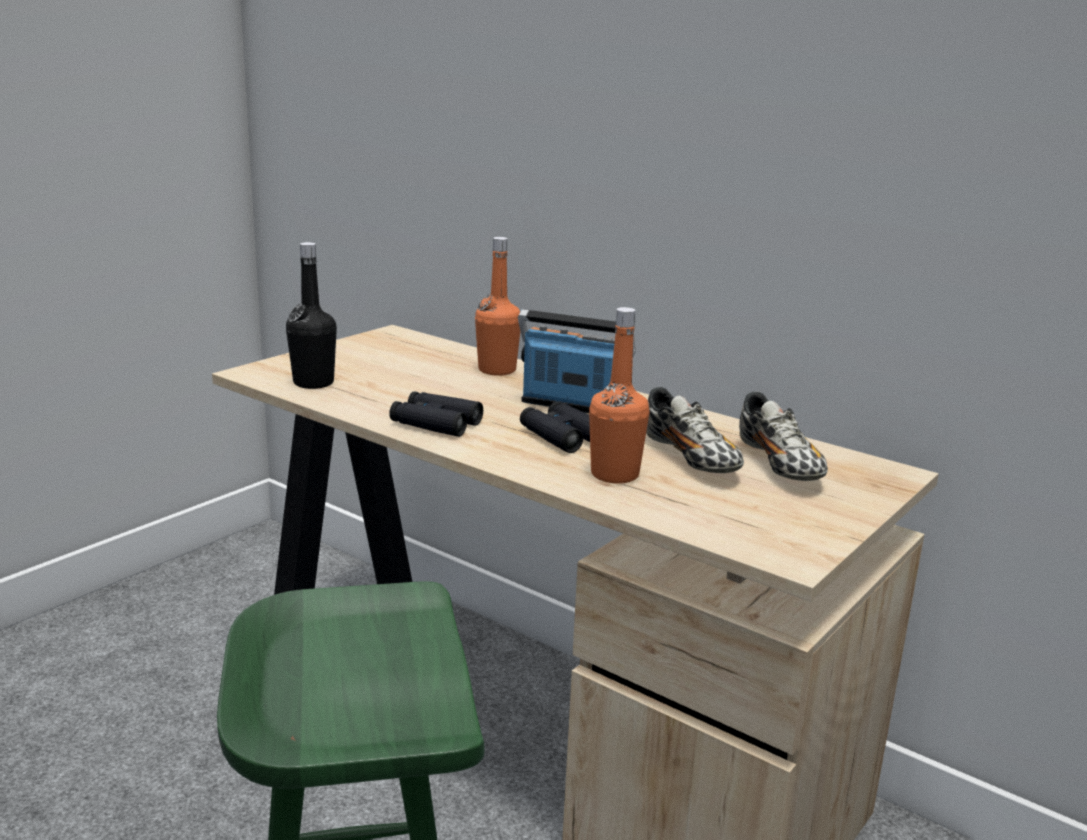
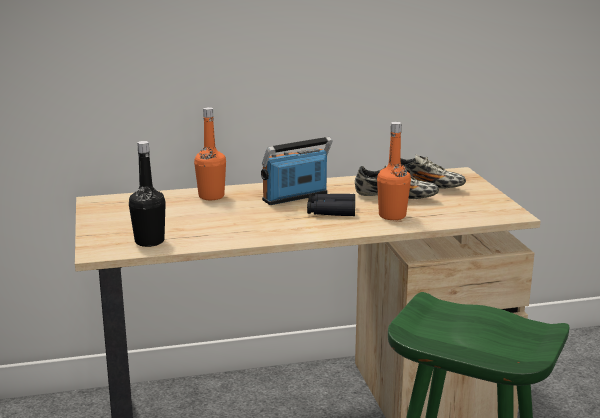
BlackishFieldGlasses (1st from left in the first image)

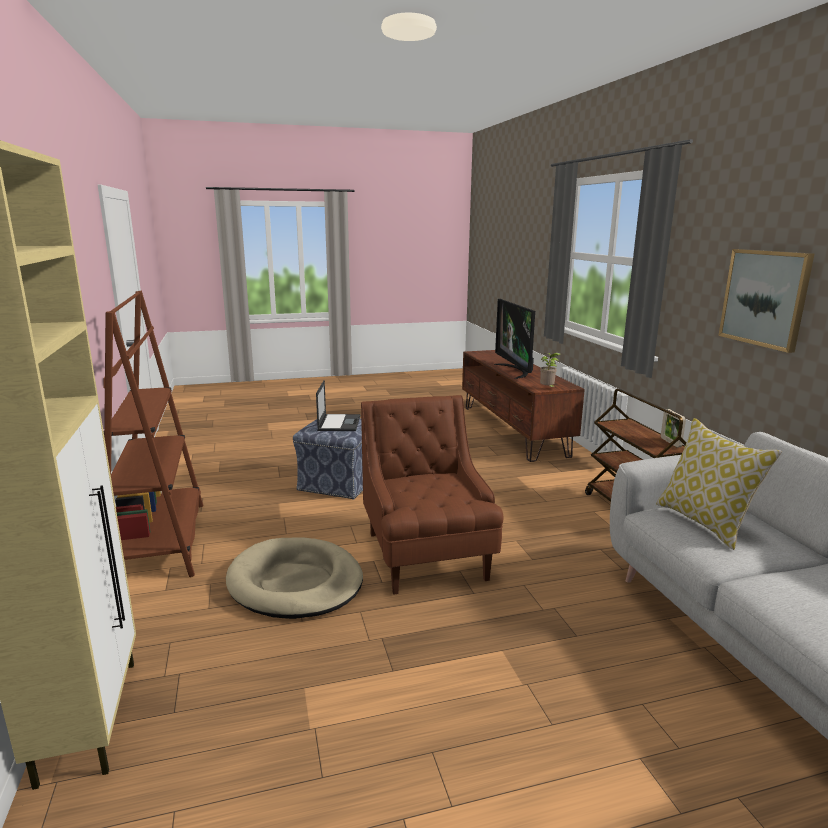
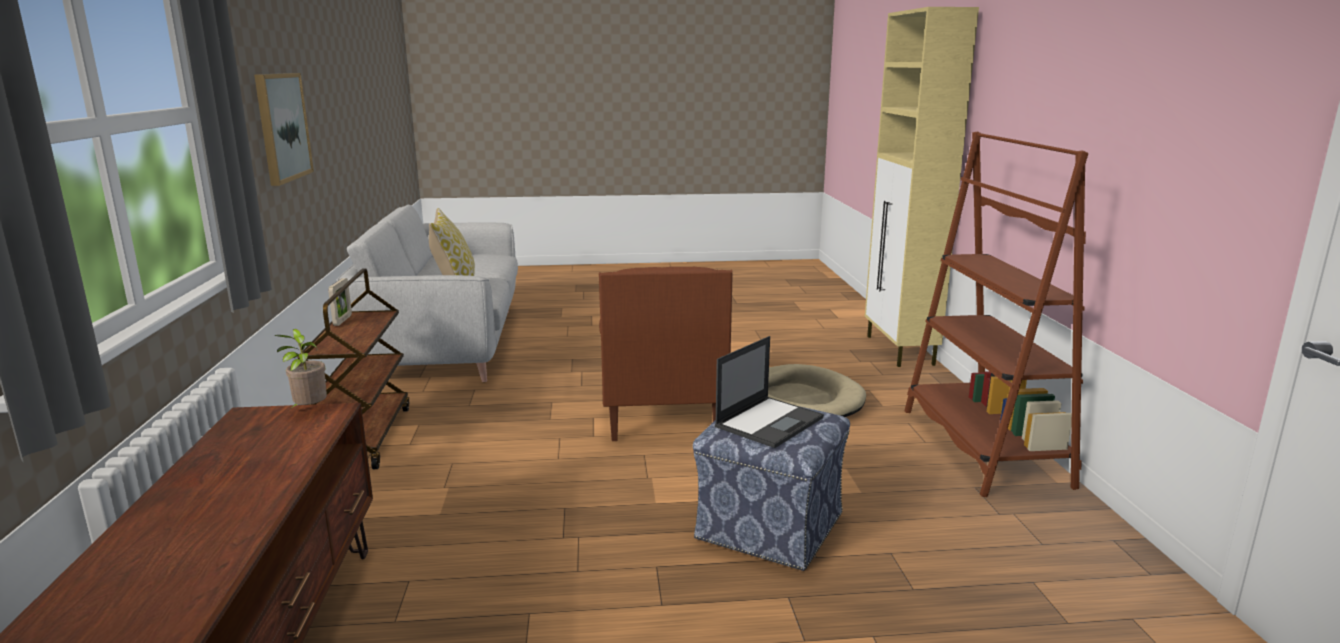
Television; PortableComputer

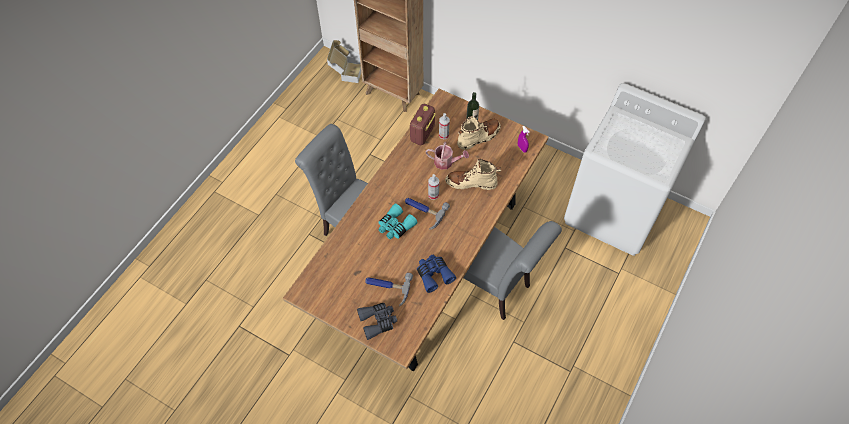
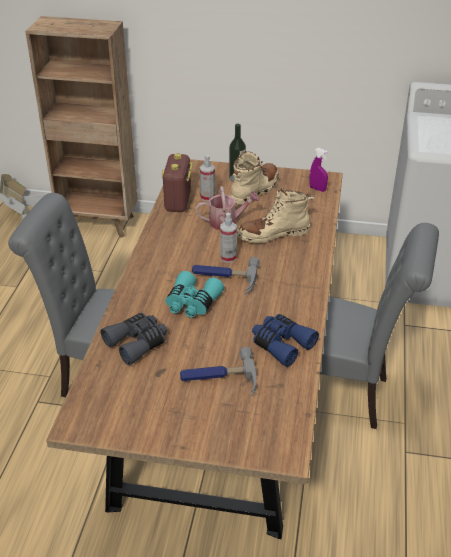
GreyishFieldGlasses

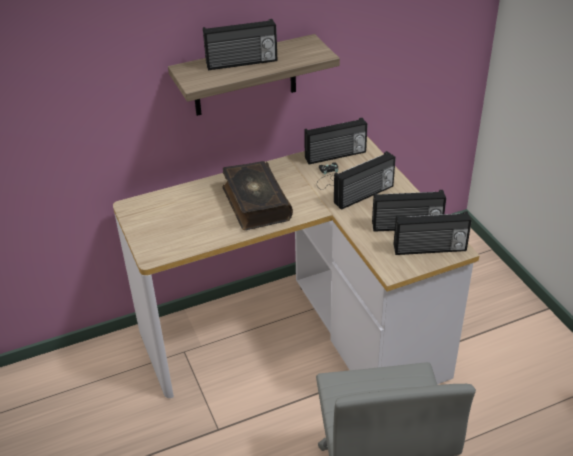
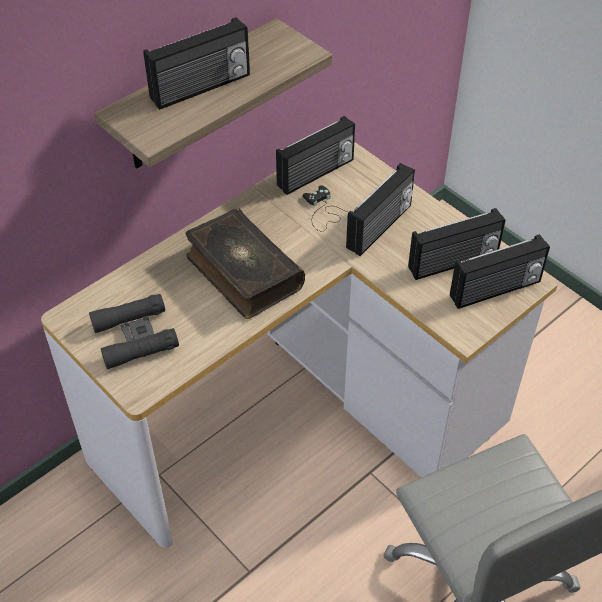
BlackishFieldGlasses

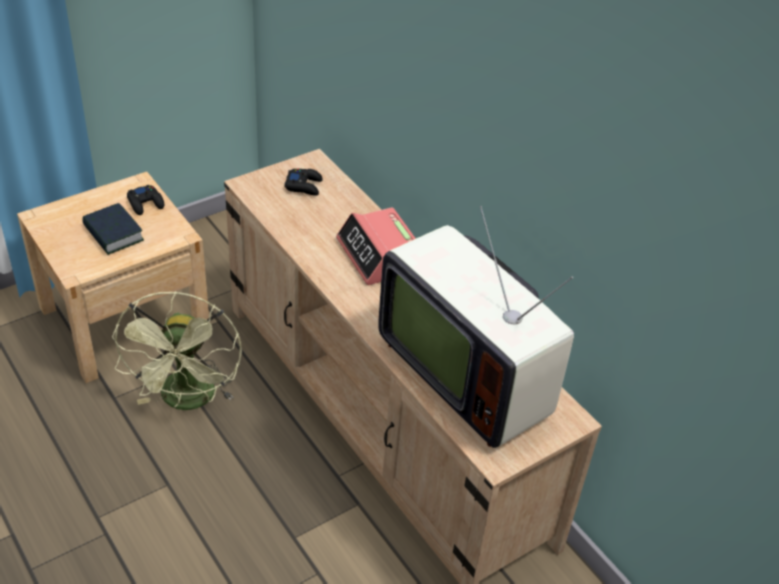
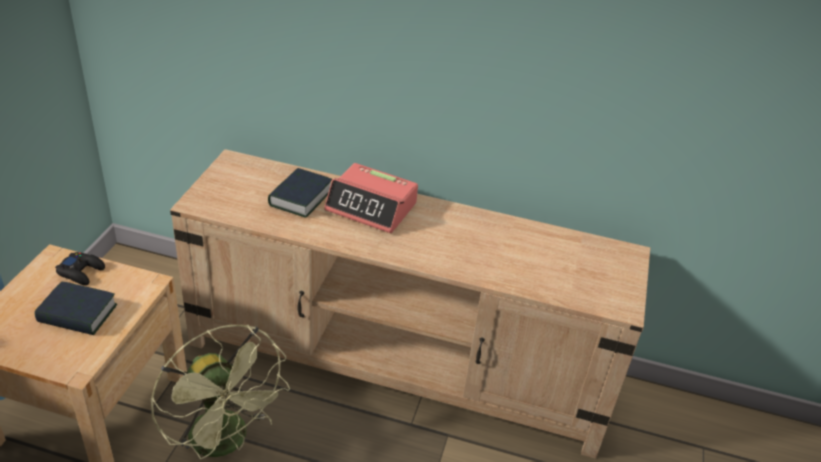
BlackishJoypad (2nd from left in the first image); Television; Book (2nd from left)

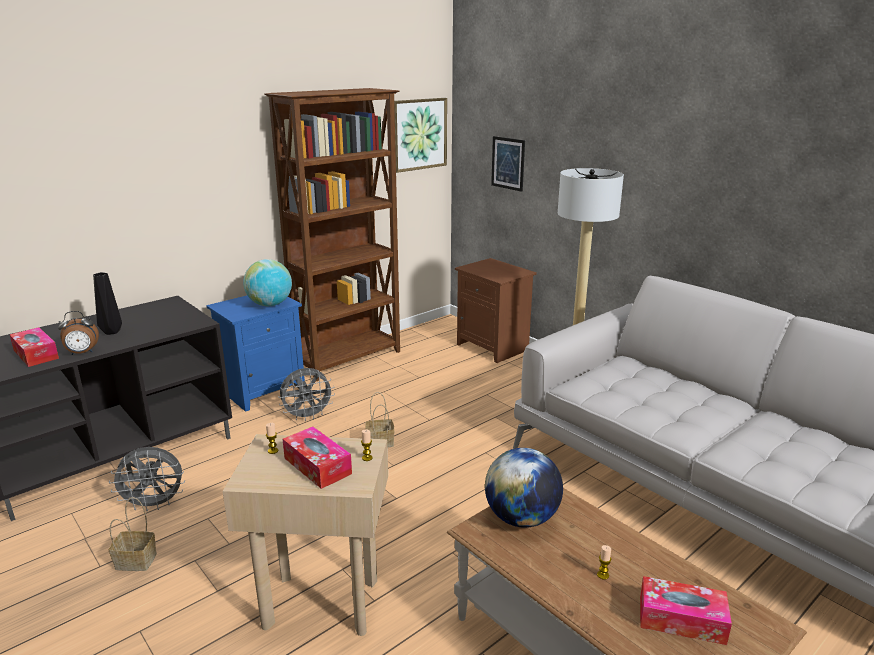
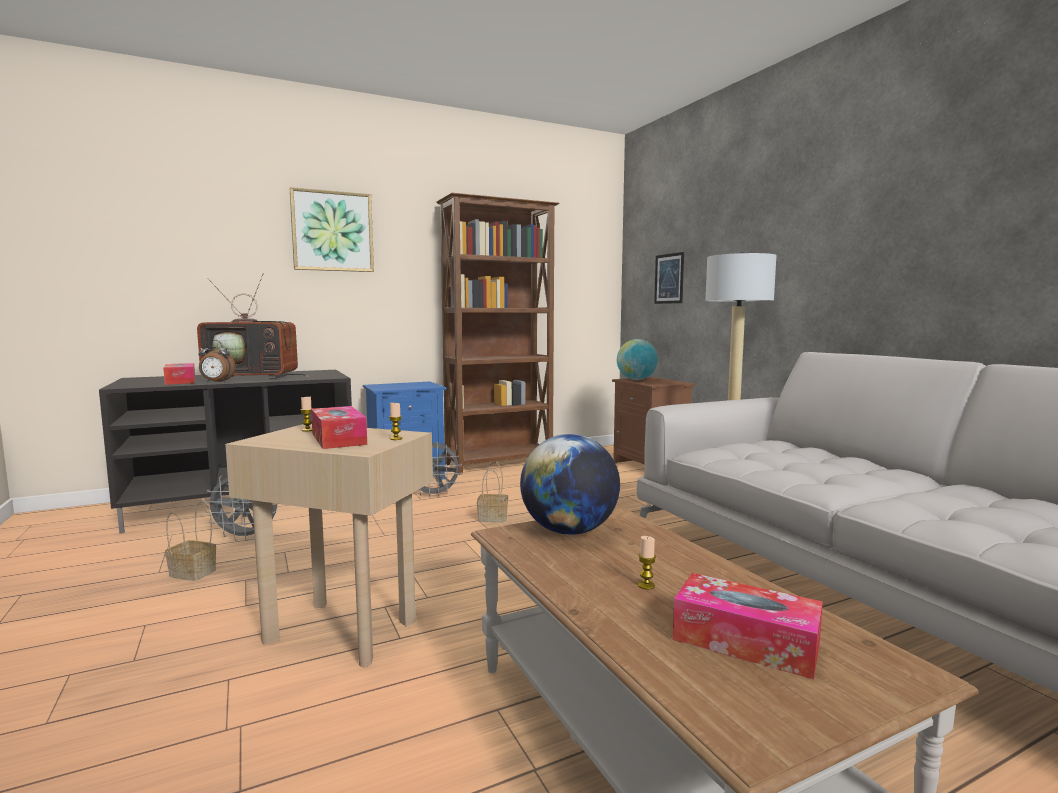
Globe (2nd from left); WallArt (1st from left); Television

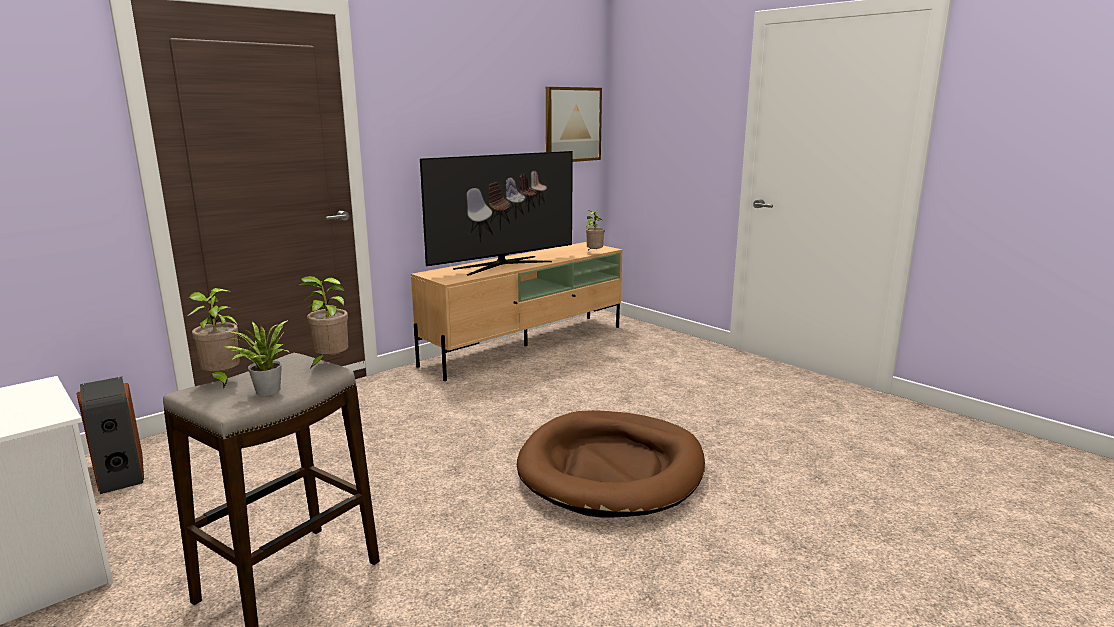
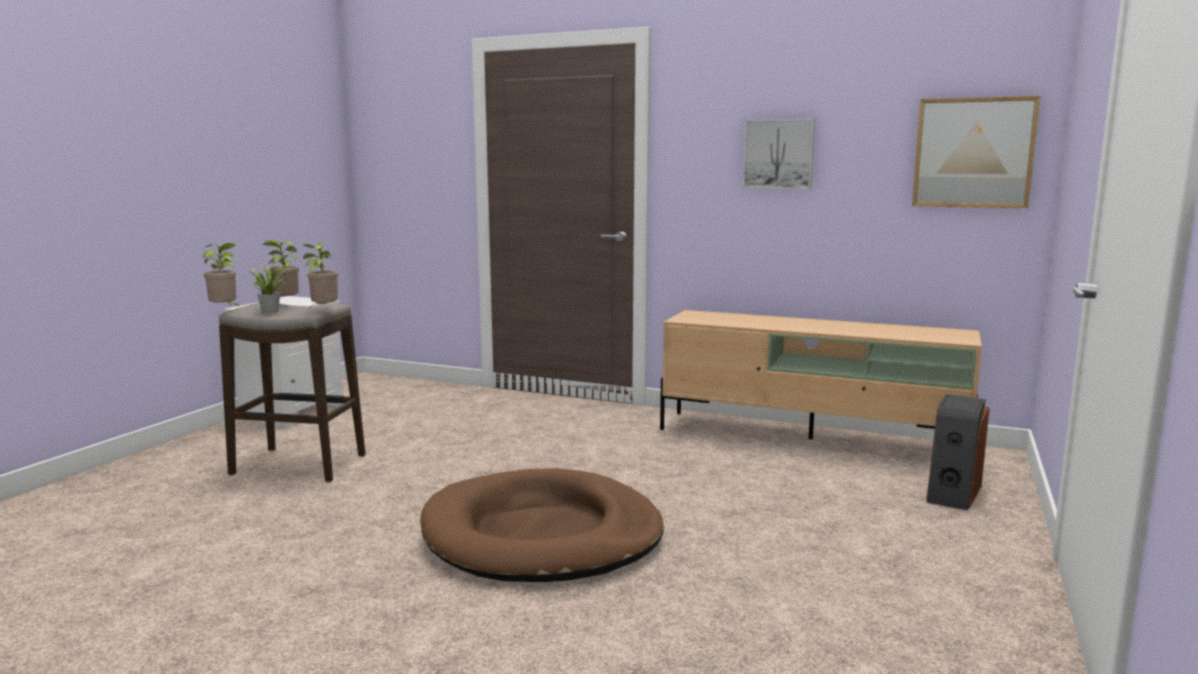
Television; WallArt (1st from left); Loudspeaker; Houseplant (1st from left)

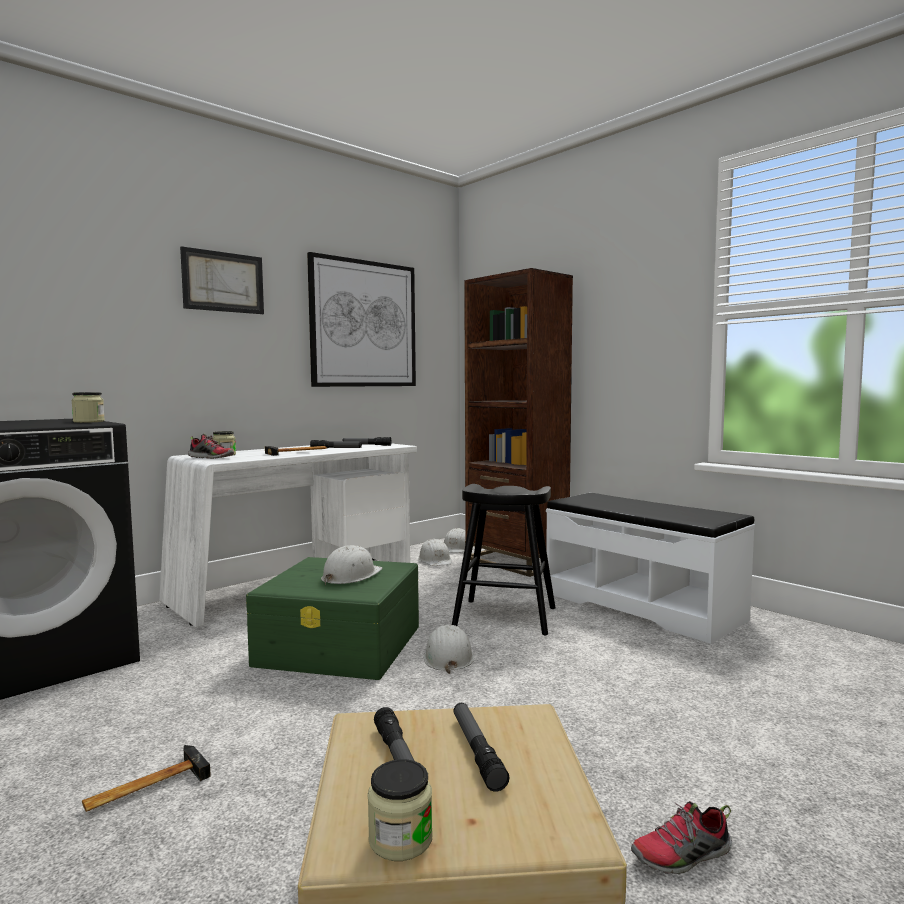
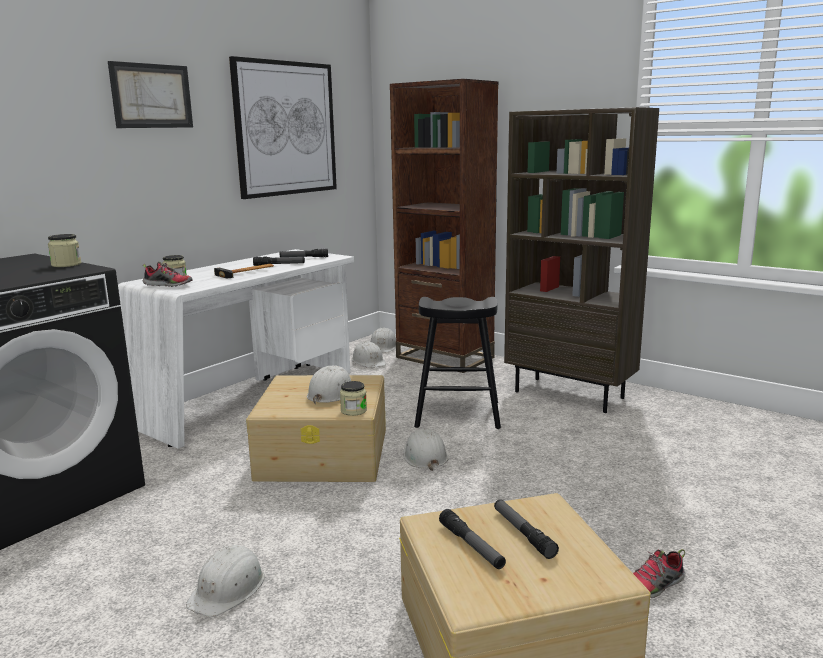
Jar (3rd from left); WhitishHardHat (1st from left); BrownishBookcase (2nd from left); BeigeStorageContainer (1st from left)

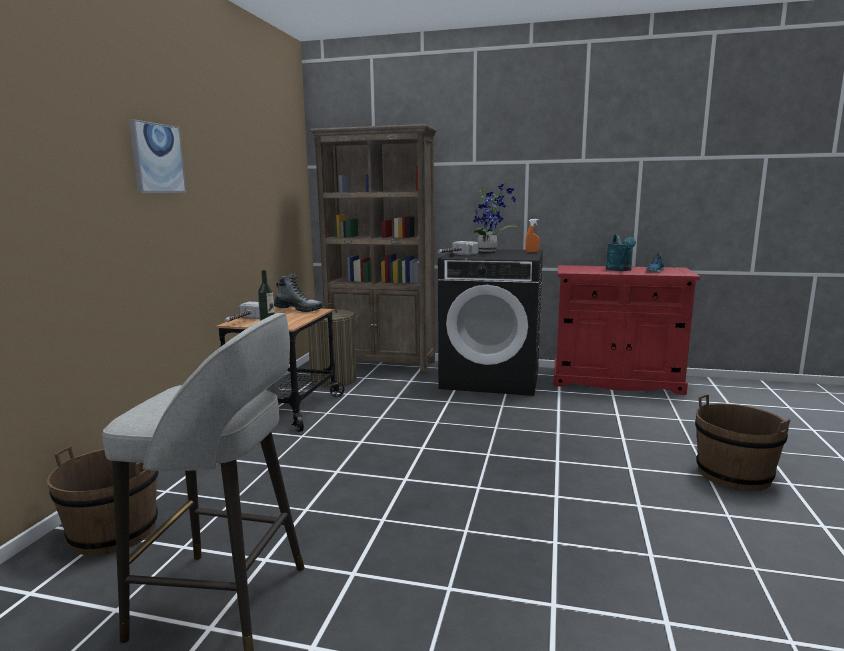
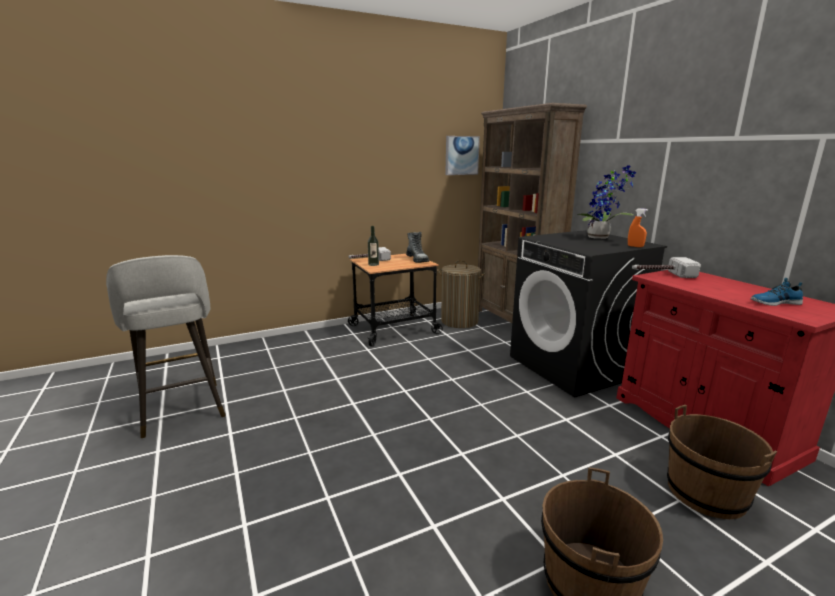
TurquoiseColouredWateringCan; BrownishPail (2nd from left); WallArt; HandHammer (2nd from left)

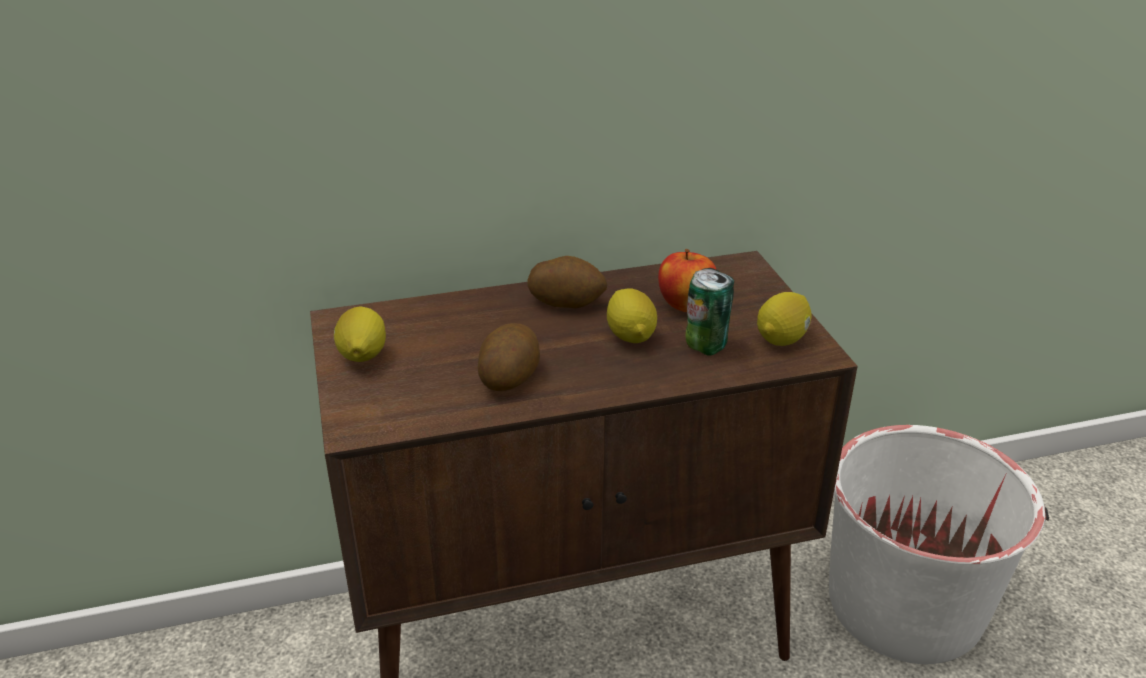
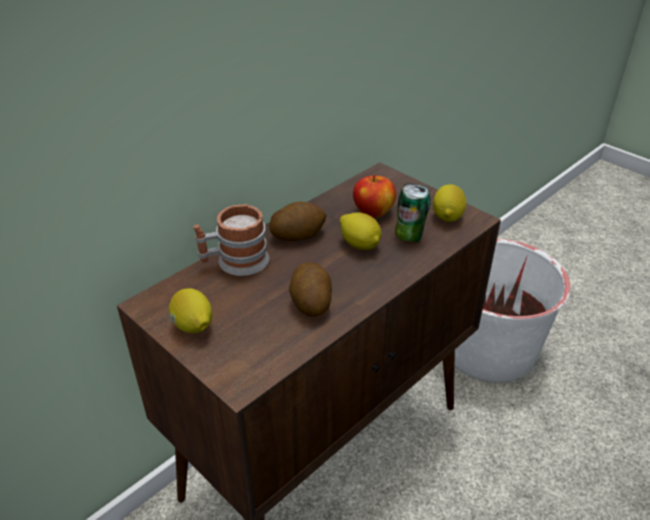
CoffeeMug

